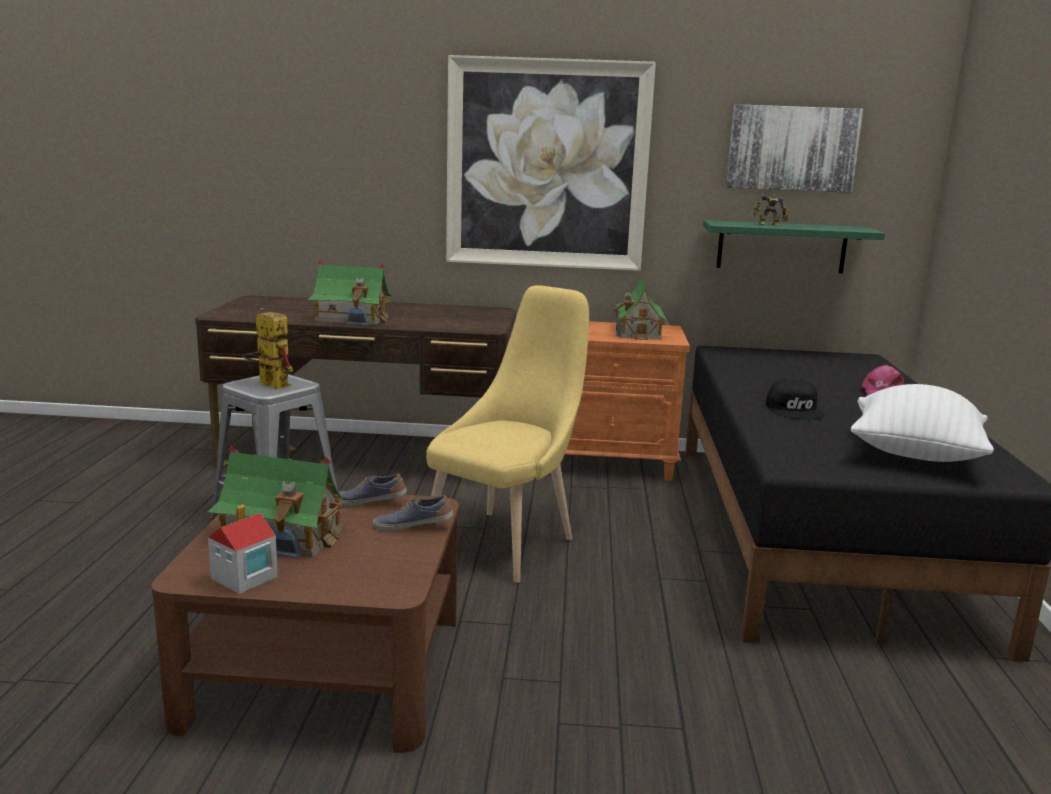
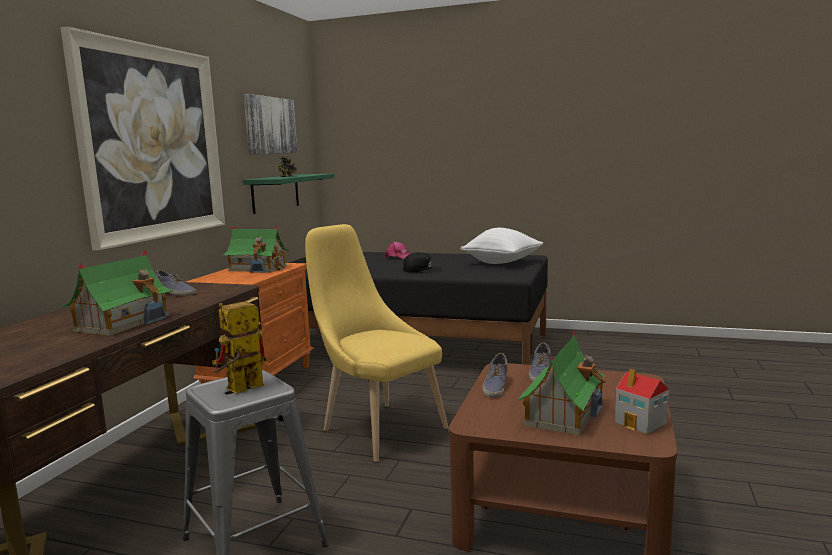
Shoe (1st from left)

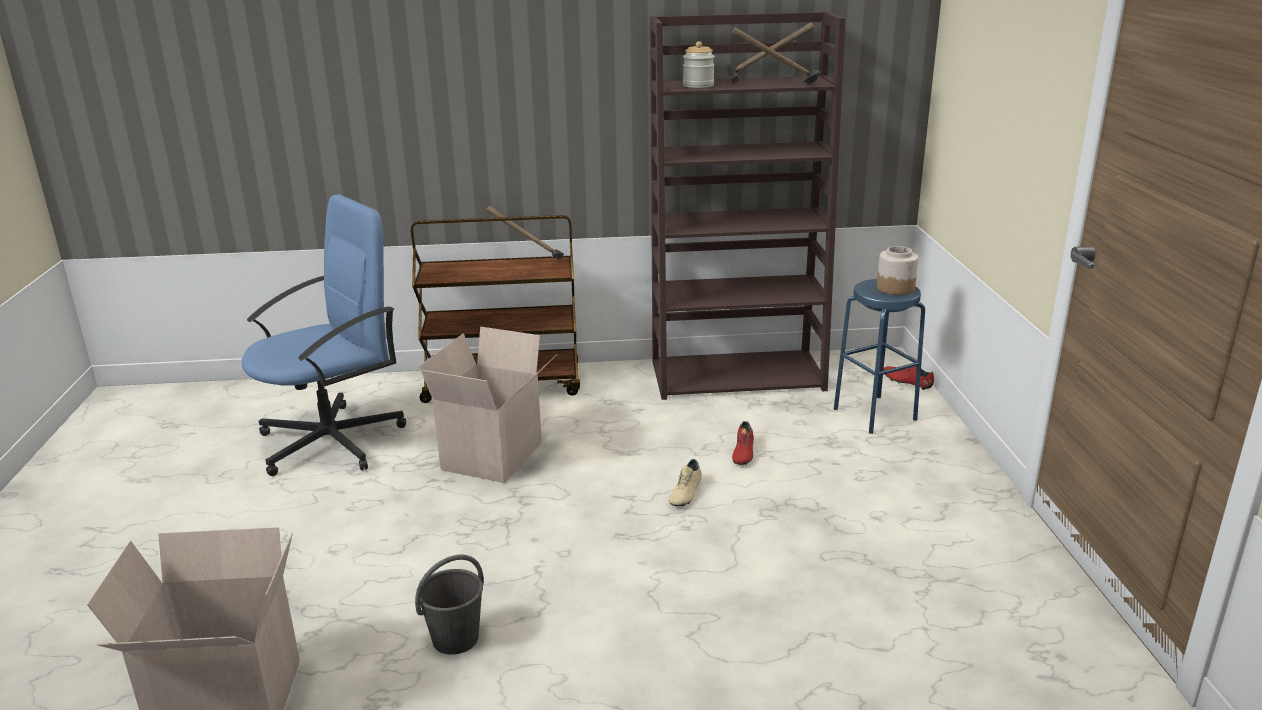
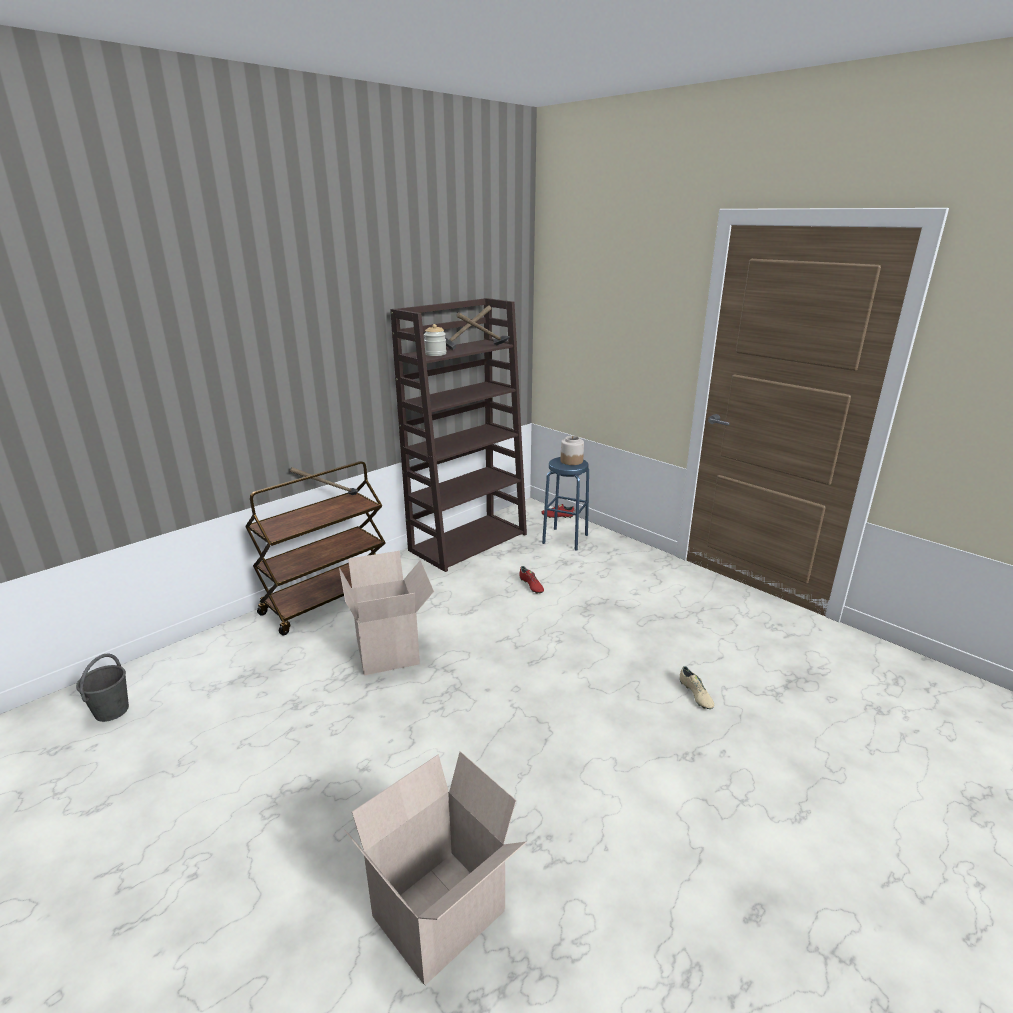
BluishComputerChair; GreyishPail; BeigeShoe

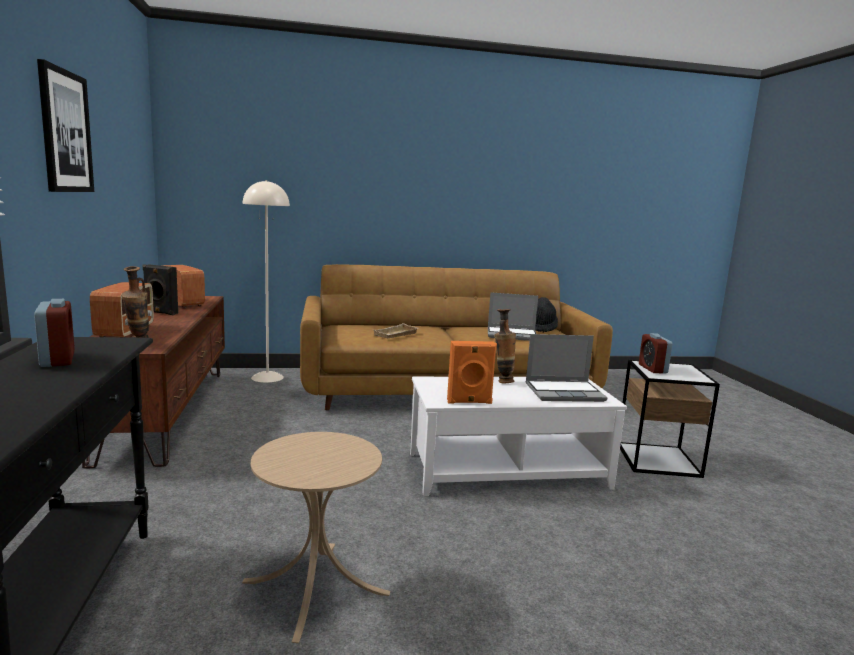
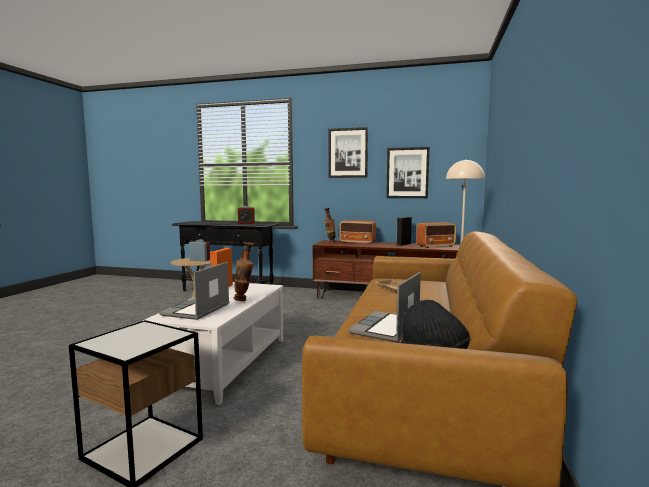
WallArt (2nd from left); BedsideClock (1st from left)

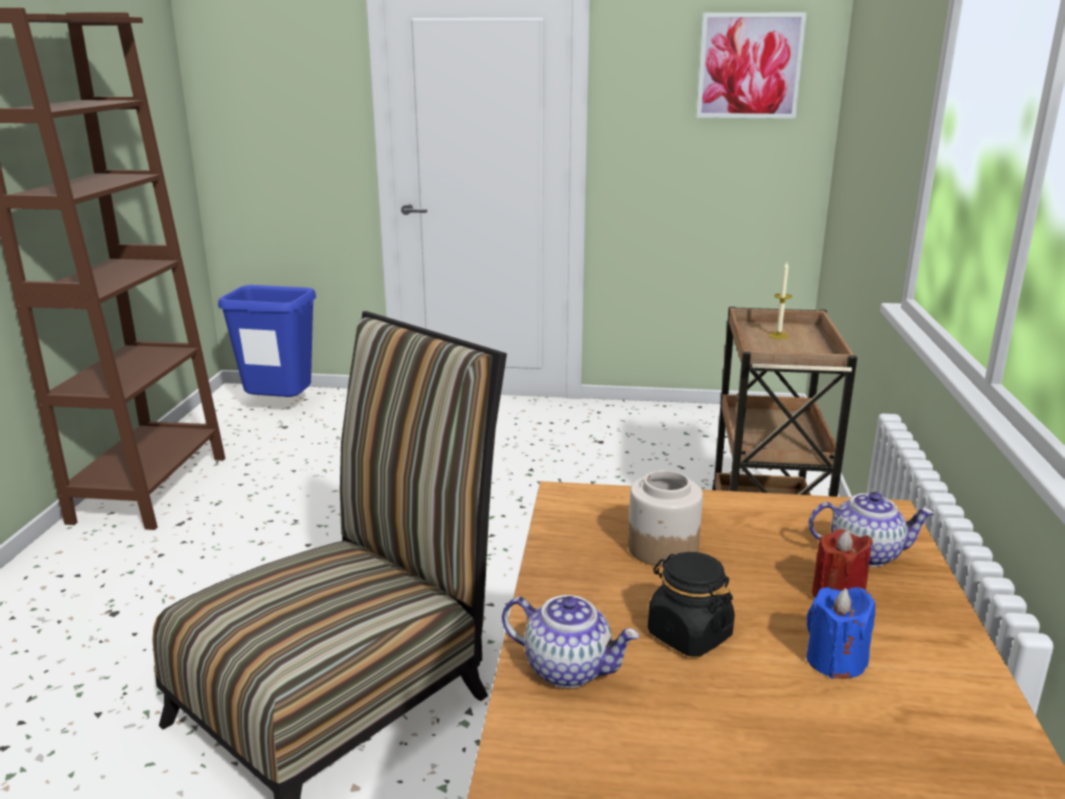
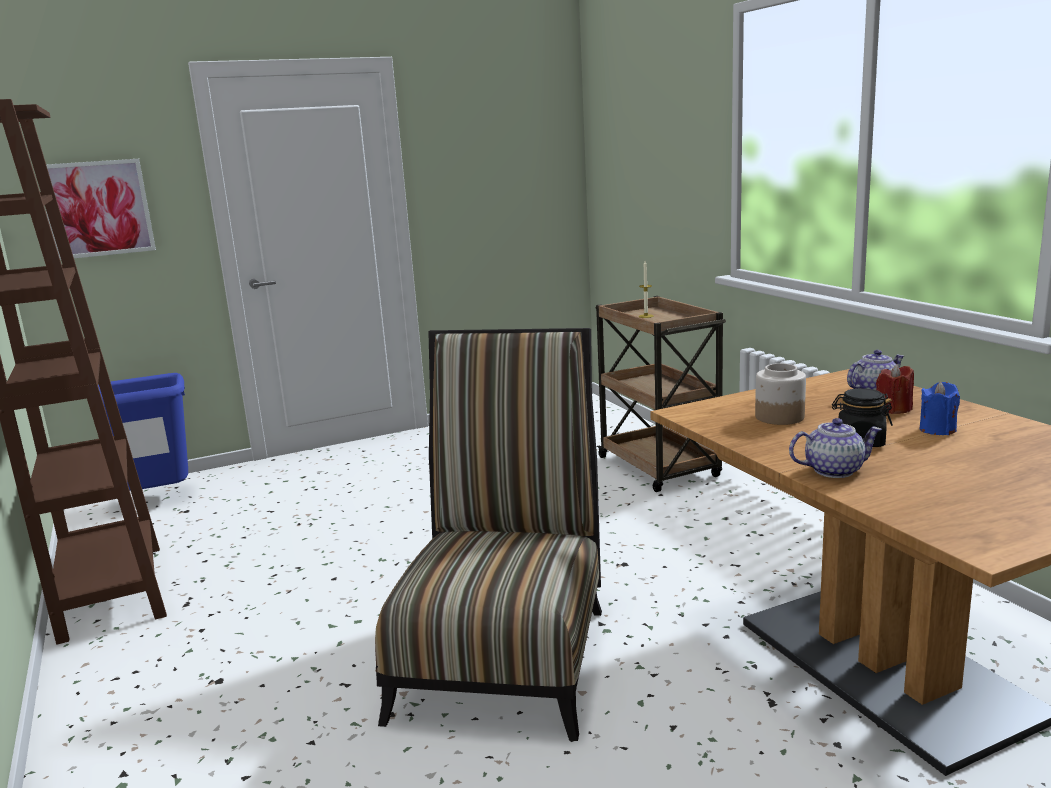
WallArt

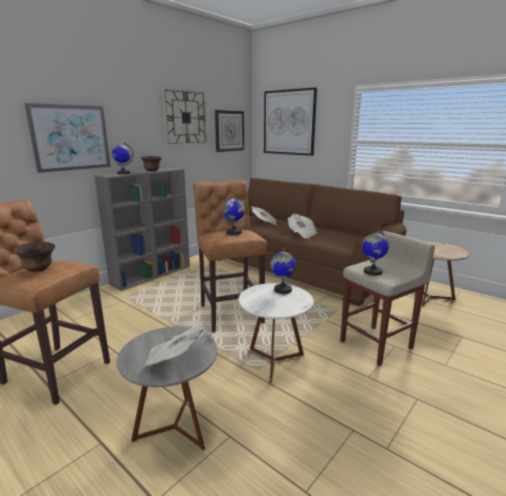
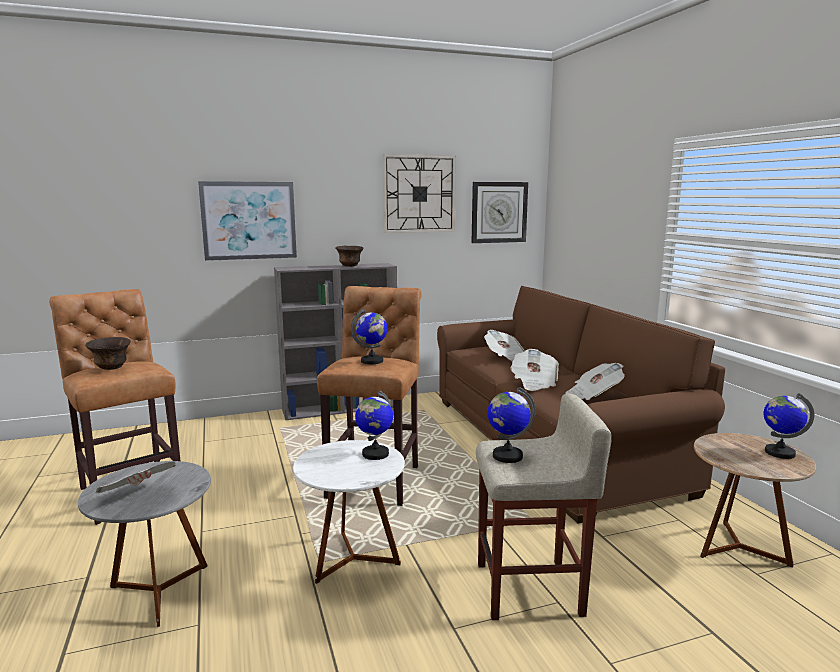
WallArt (2nd from left in the first image); PrintedPaper (4th from left); Globe (4th from left)

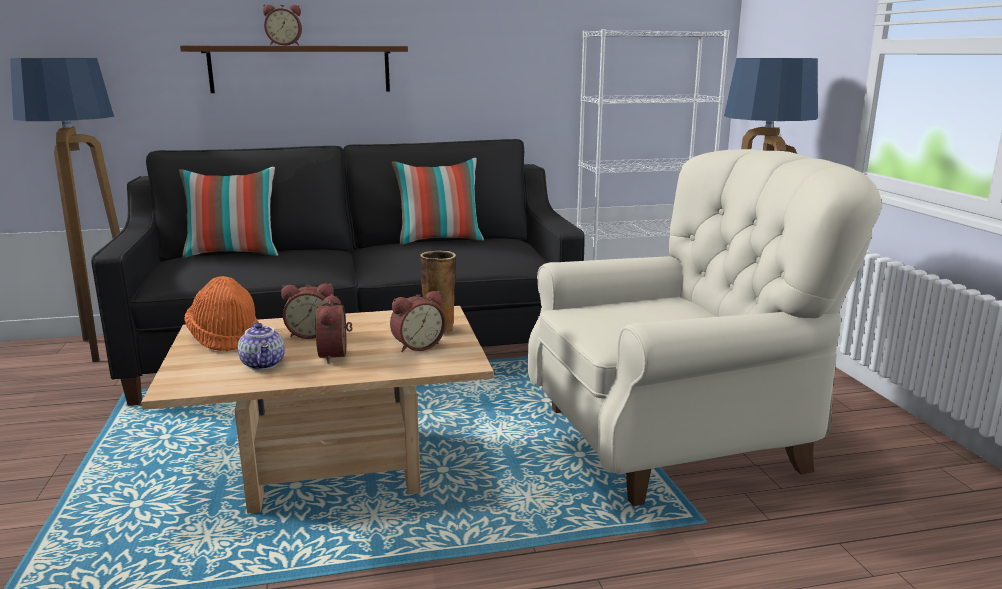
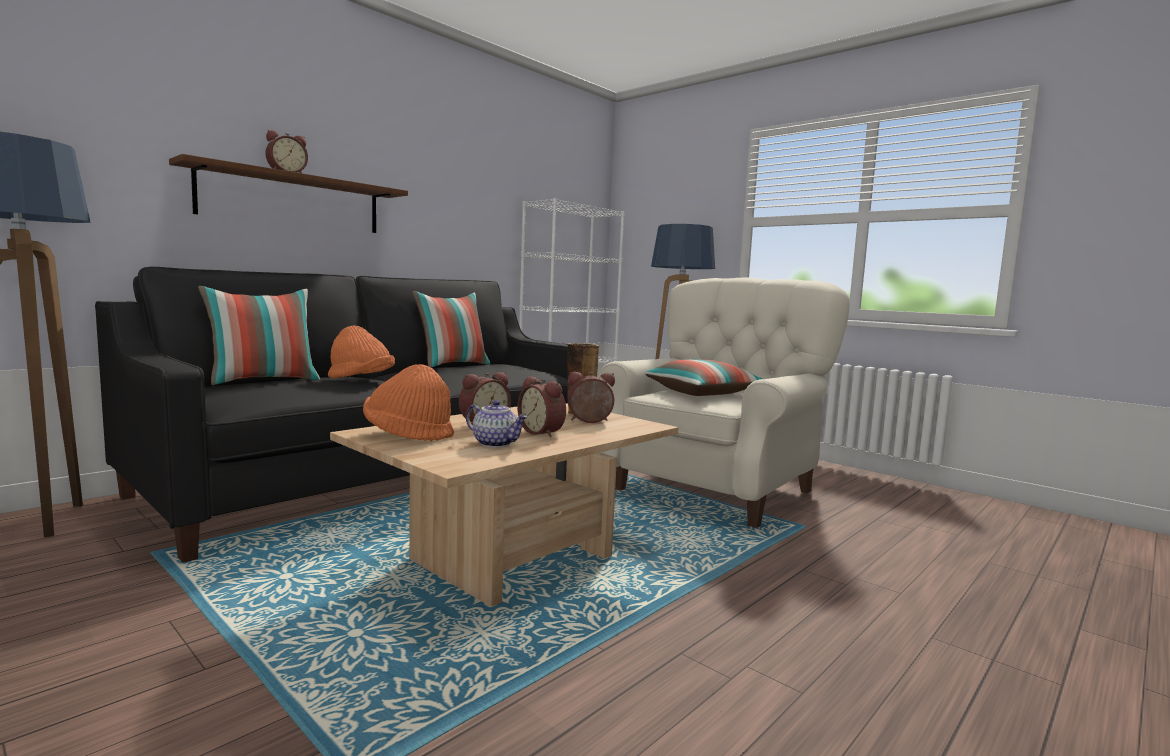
OrangeyWearableHat (1st from left); Pillow (3rd from left); BedsideClock (4th from left)

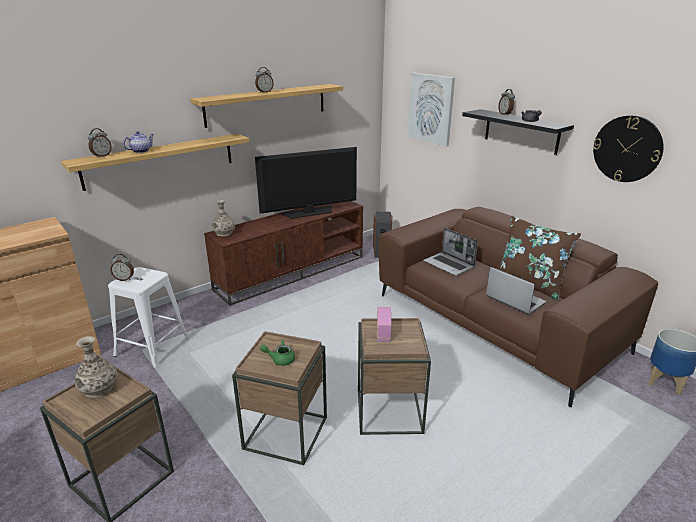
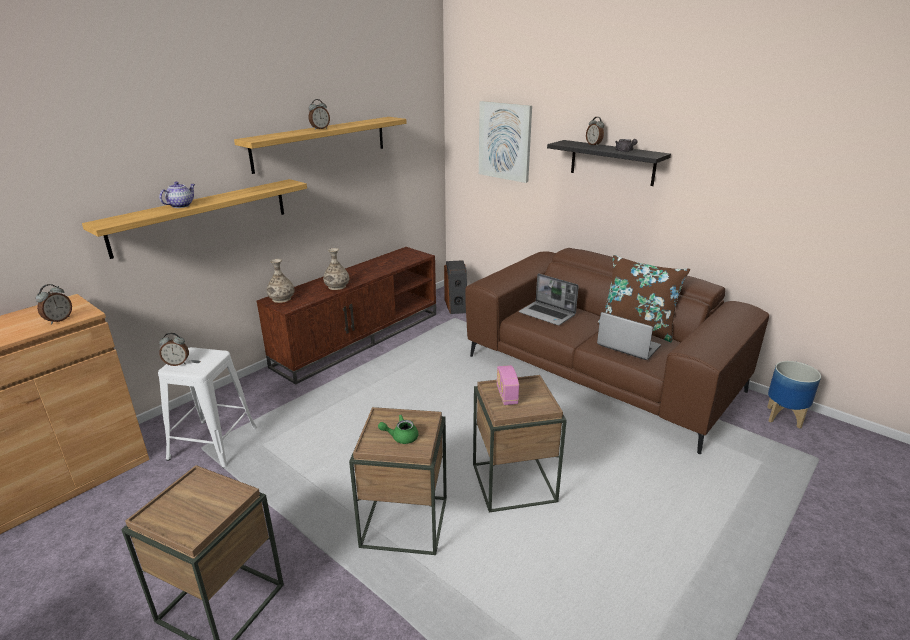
Television; WallClock; Vase (2nd from left); BedsideClock (1st from left)

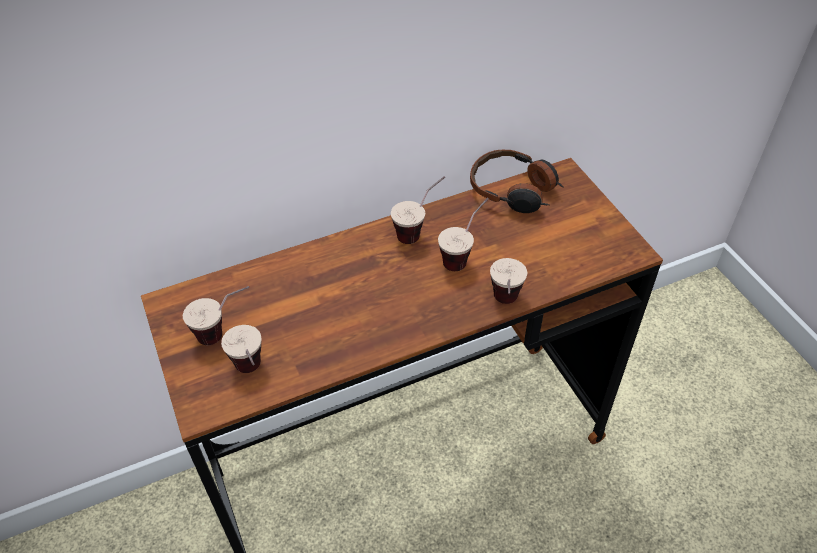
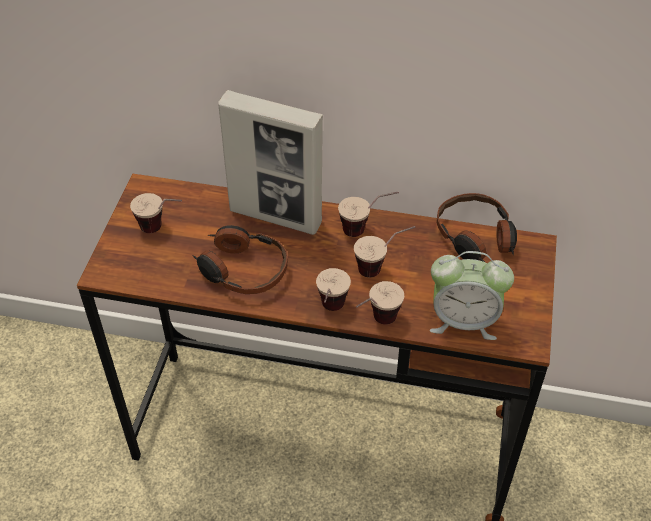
Headset (1st from left); PhotoFrame; BedsideClock; SmallCup (2nd from left)

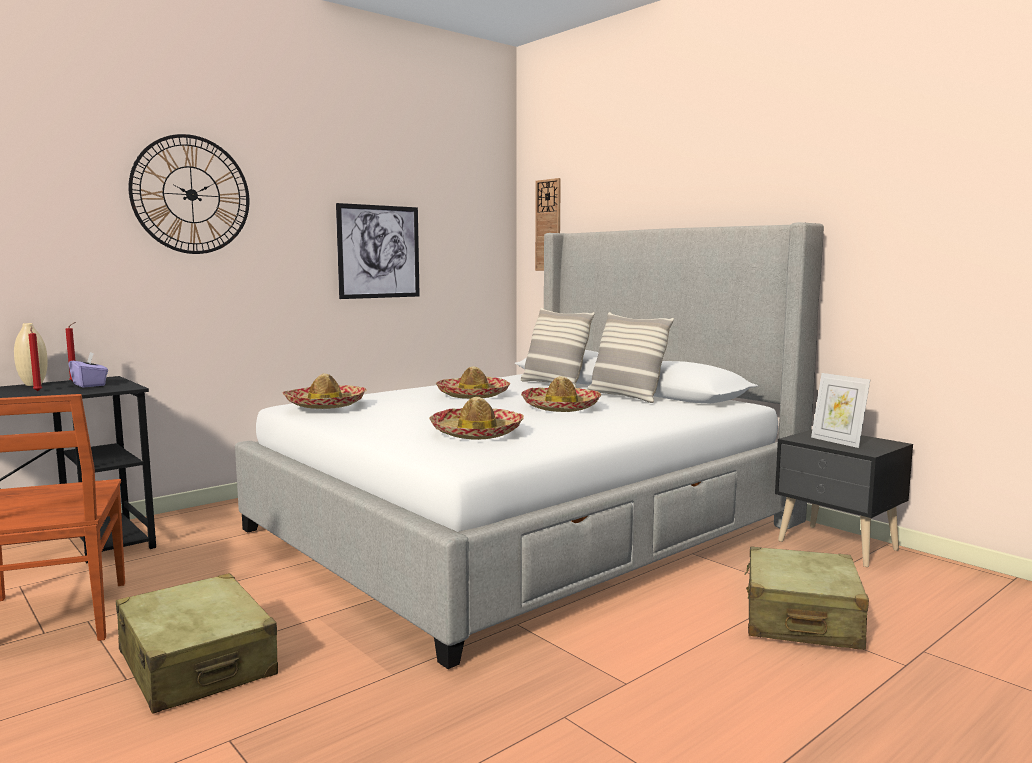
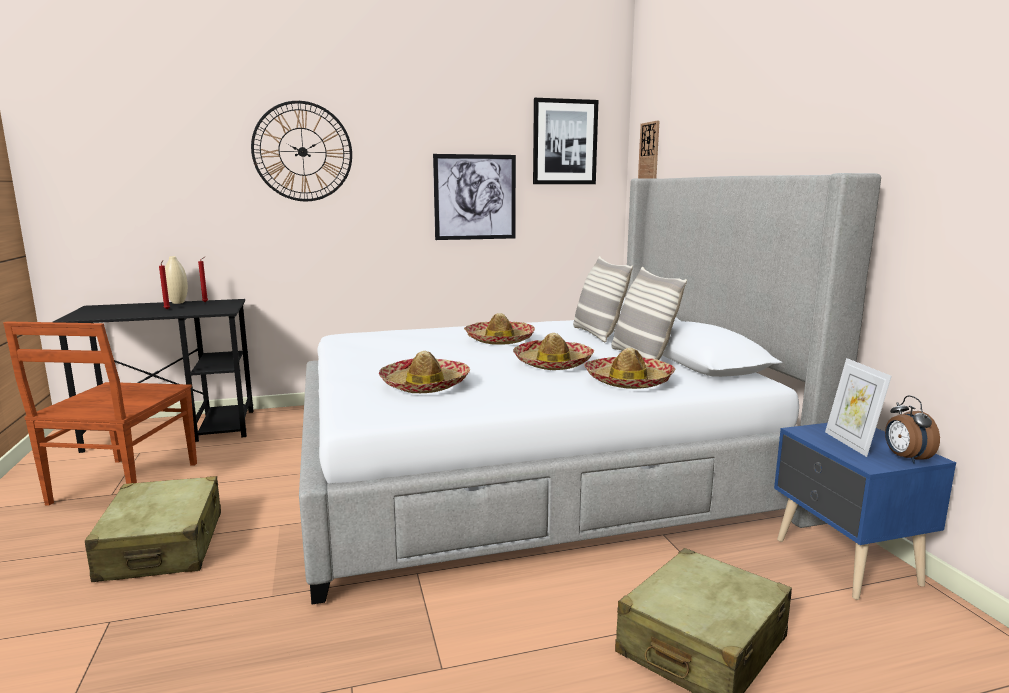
PurpleTissueHolder; WallArt (2nd from left); BedsideClock; WearableHat (4th from left); BluishBedsideTable

